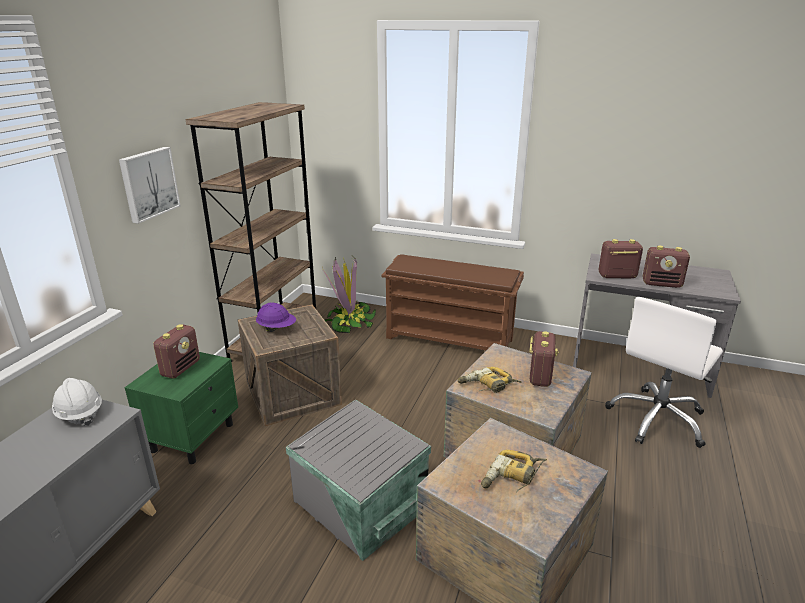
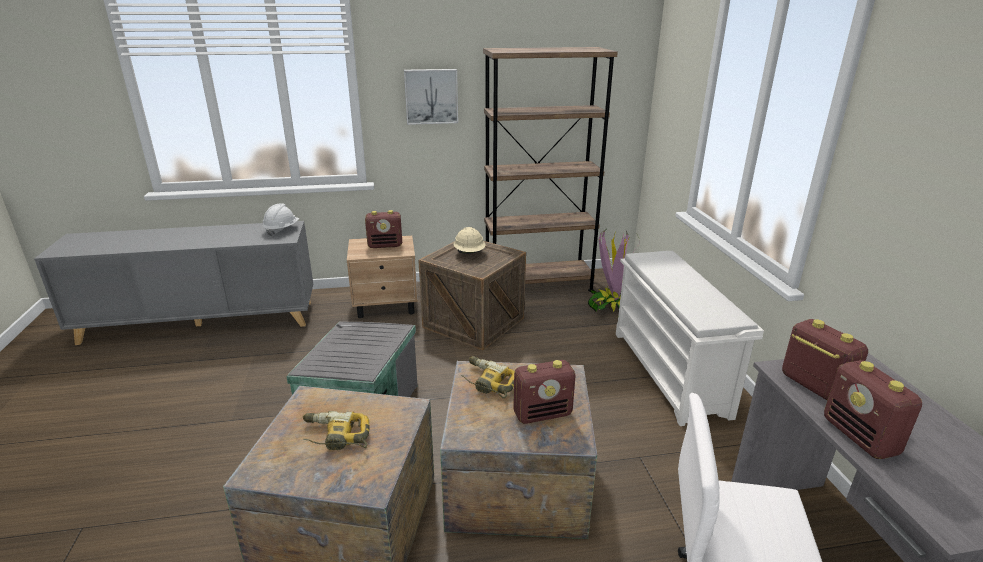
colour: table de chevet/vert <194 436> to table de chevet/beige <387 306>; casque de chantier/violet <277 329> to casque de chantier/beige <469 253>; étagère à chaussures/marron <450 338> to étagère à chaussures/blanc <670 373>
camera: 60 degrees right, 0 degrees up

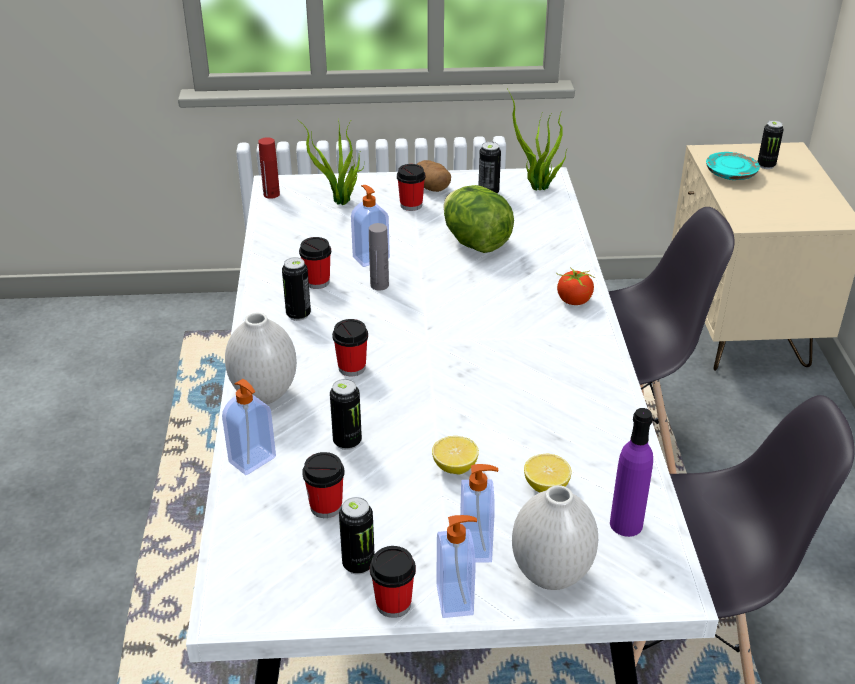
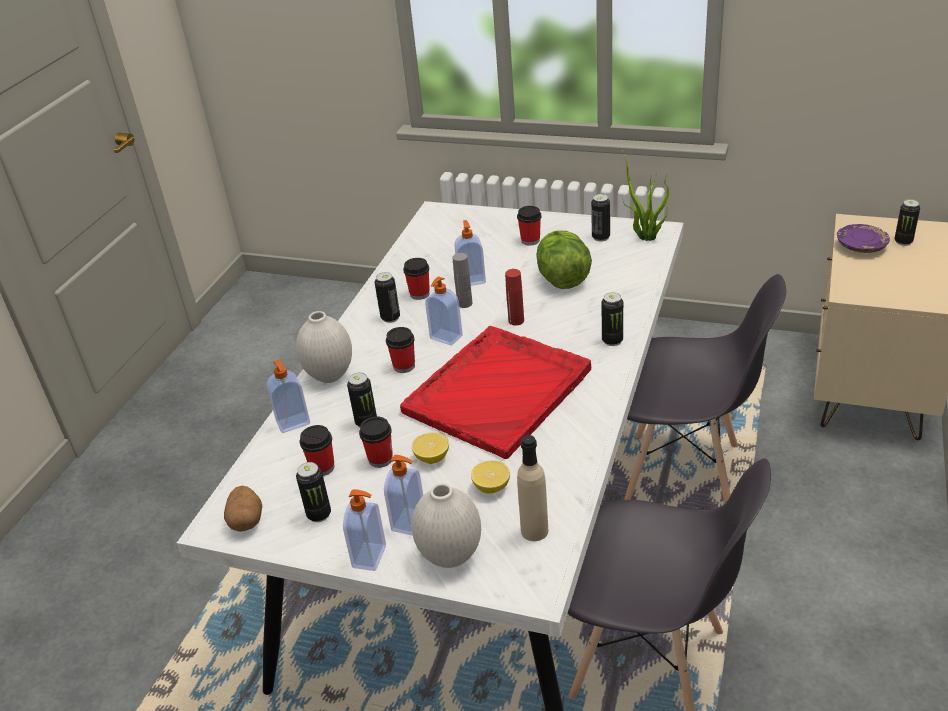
missing: plante en pot <341 202>
appeared: plateau/rouge <499 391>; distributeur de savon <445 338>
relocated: bouteille/rouge <271 194> to <516 321>; tasse <393 604> to <380 459>; pomme de terre <432 188> to <246 520>
exchanged: tomate <573 301> to boîte métallique <612 341>
colour: bouteille/violet <626 524> to bouteille/beige <534 530>; assiette/turquoise <730 174> to assiette/violet <861 246>
camera: 25 degrees right, 0 degrees up

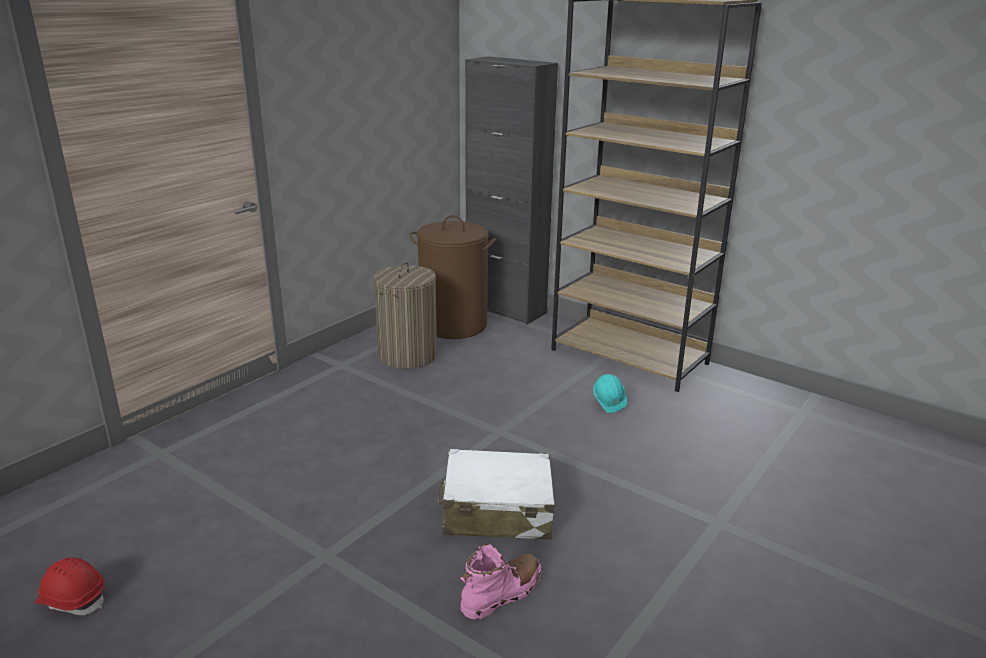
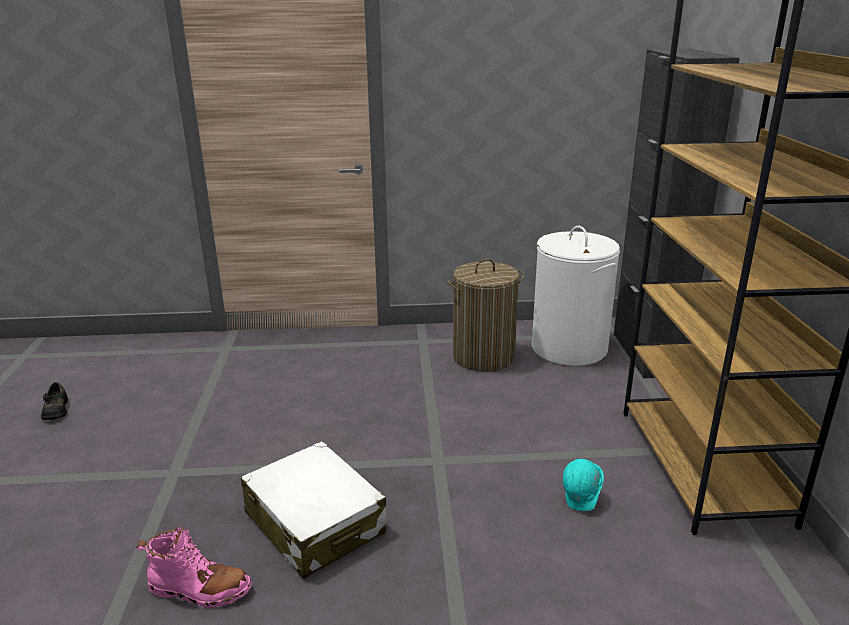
exchanged: casque de chantier/rouge <72 599> to chaussure/noir <55 410>
colour: panier à linge/marron <453 325> to panier à linge/blanc <568 348>
camera: 50 degrees right, 0 degrees up

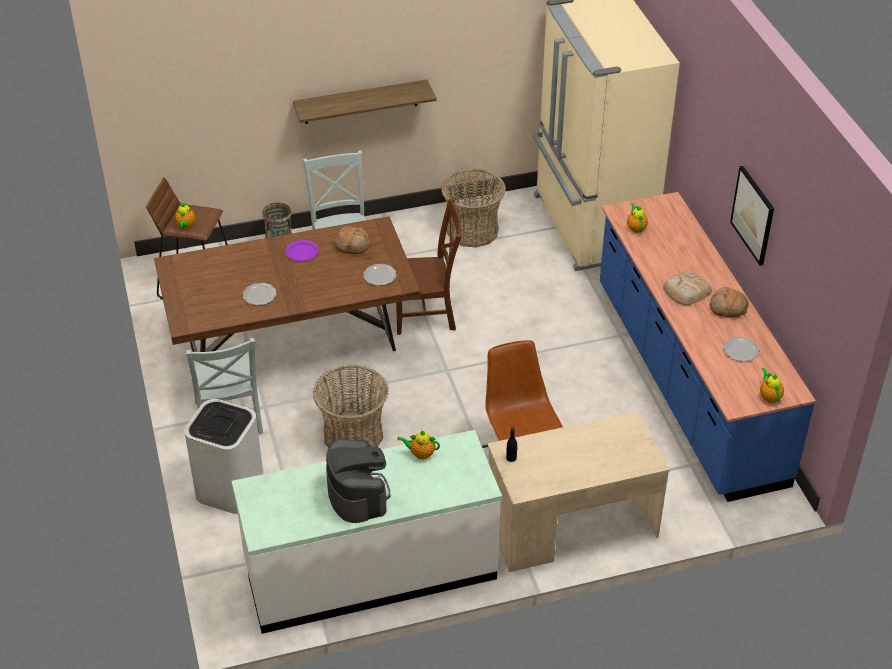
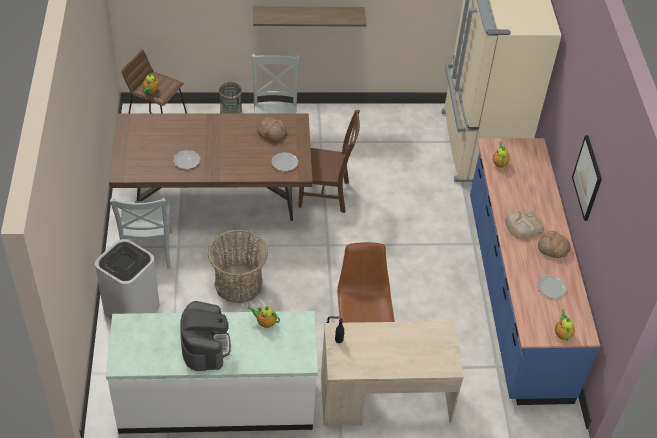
missing: assiette/violet <302 252>; panier <472 230>
camera: 10 degrees right, 5 degrees up

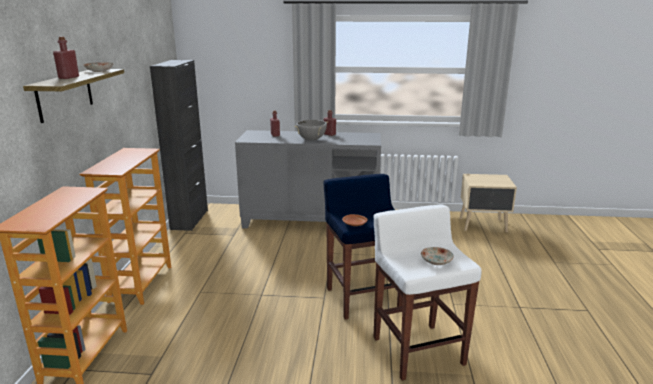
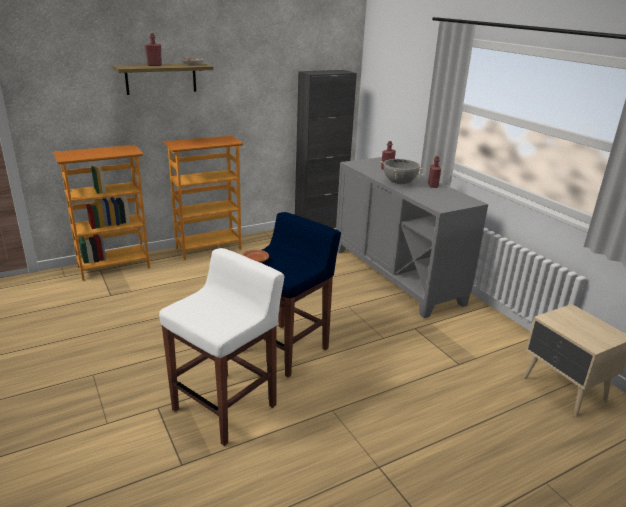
missing: assiette <436 261>
camera: 55 degrees right, 5 degrees up

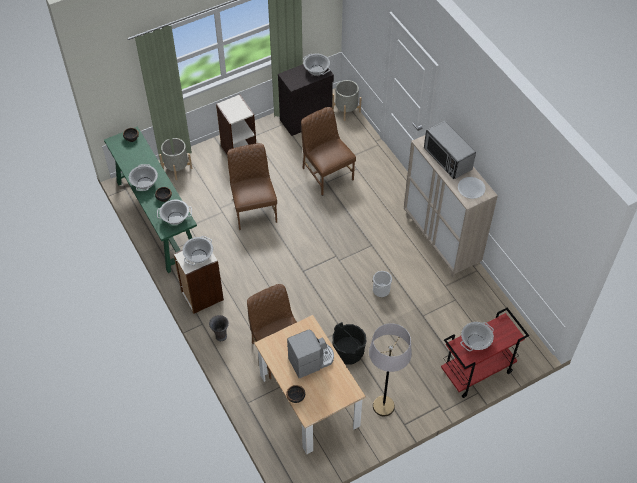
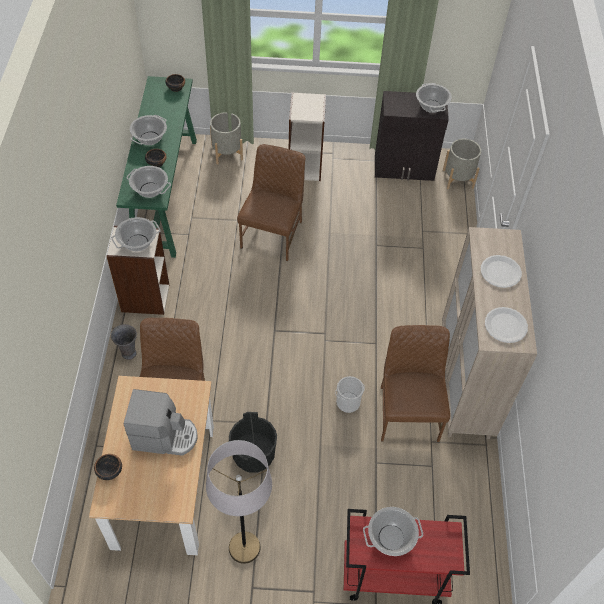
relocated: chaise/marron <326 173> to <408 412>
exchanged: micro-ondes <447 159> to assiette/blanc <500 272>
camera: 30 degrees right, 0 degrees up

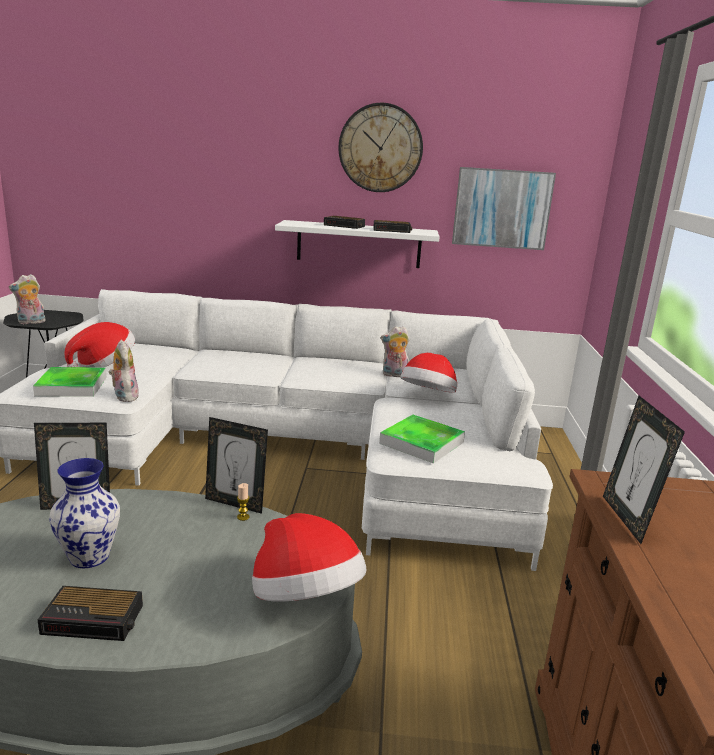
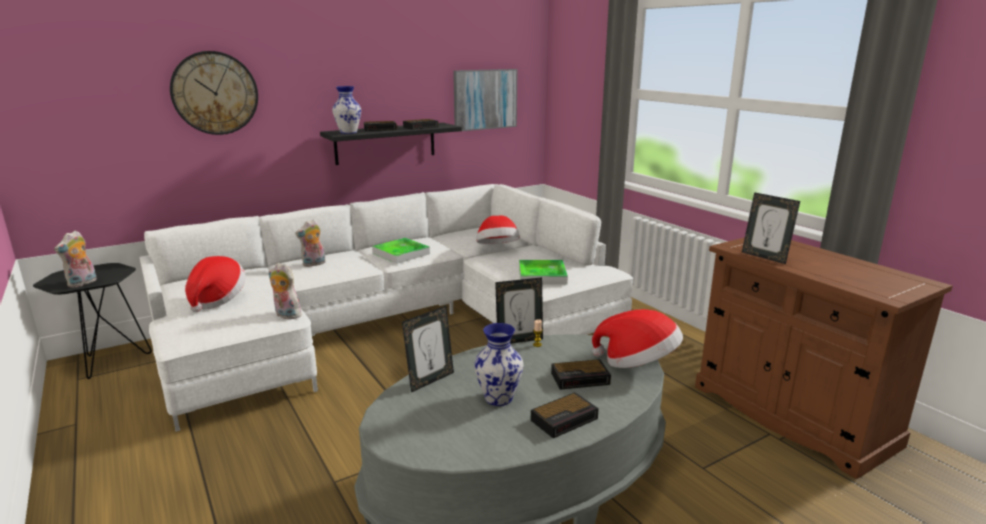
appeared: vase <348 132>; réveil <581 378>
relocated: plateau <72 386> to <401 254>; horloge murale <380 148> to <215 93>; peluche <394 375> to <314 264>
colour: étagère/blanc <359 244> to étagère/noir <385 143>
camera: 35 degrees left, 0 degrees up

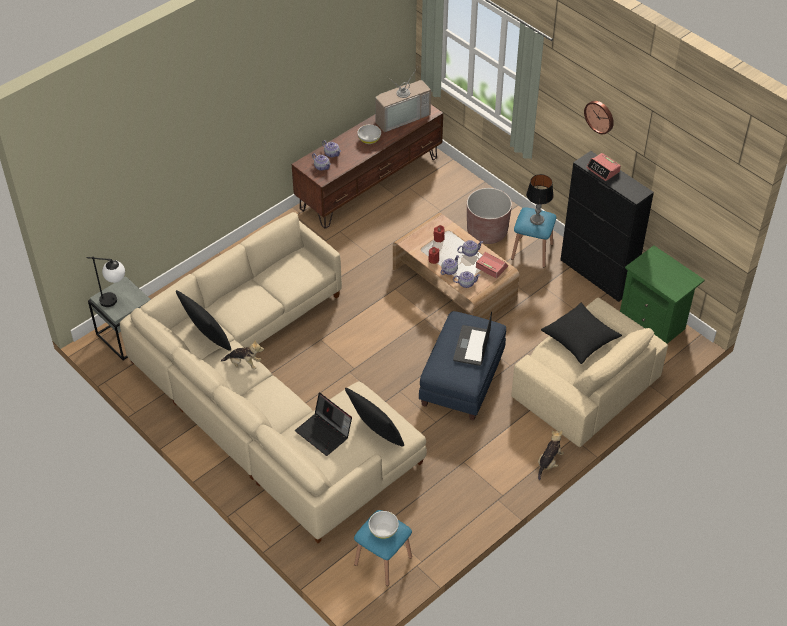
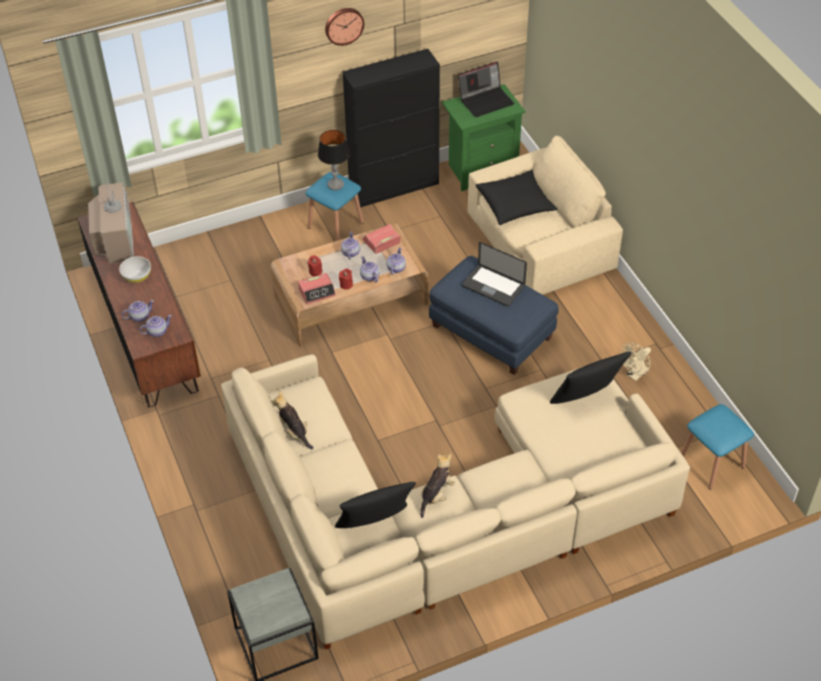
missing: lampe de table <115 301>; bol/blanc <383 530>; cache-pot/marron <487 232>
appeared: ventilateur/beige <635 375>
relocated: ordinateur portable <324 433> to <486 100>; peluche <549 462> to <294 431>; réveil <603 170> to <317 292>
camera: 70 degrees left, 0 degrees up

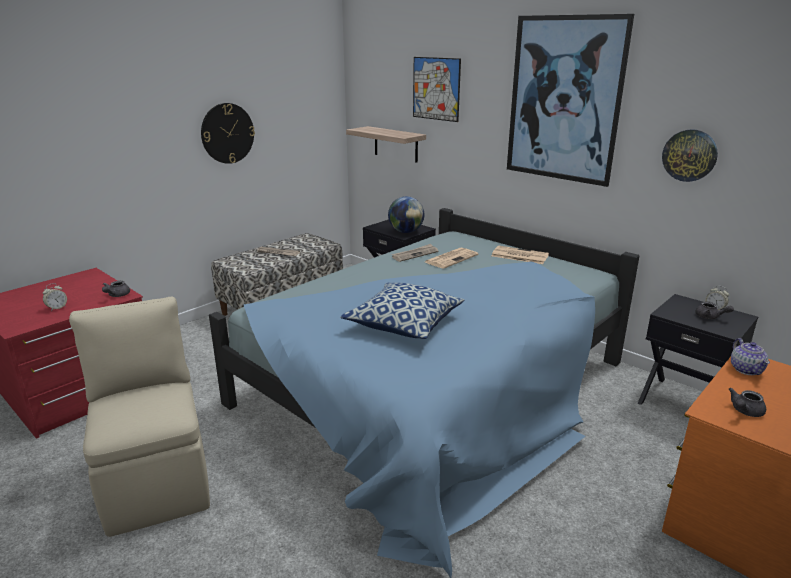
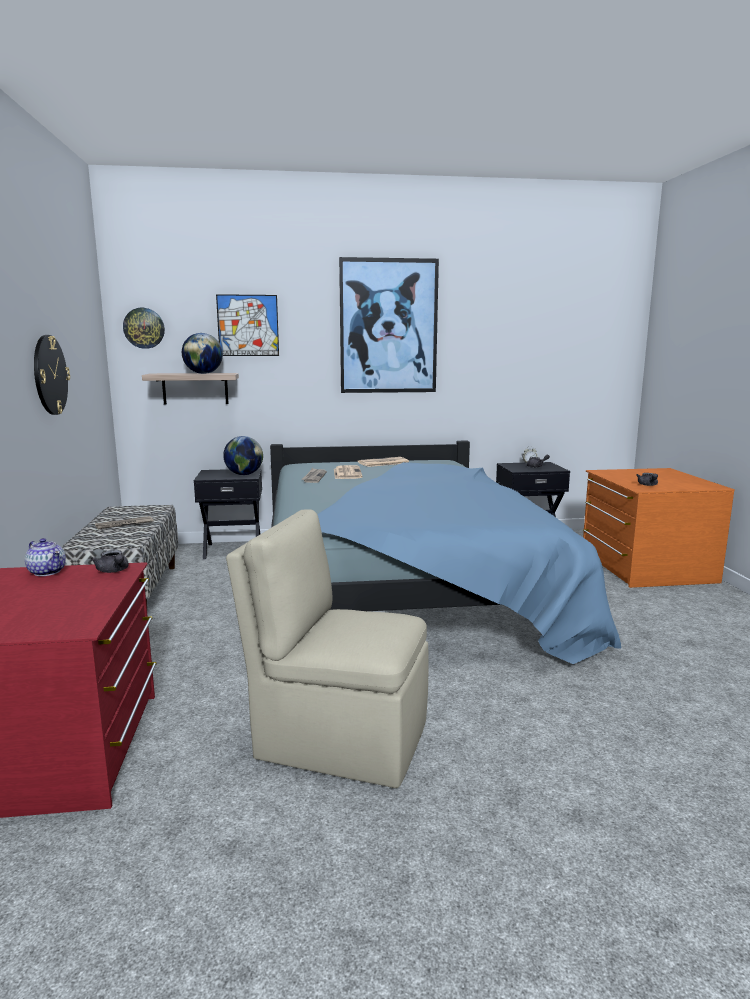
missing: réveil <57 308>; coussin <404 323>
appeared: globe <203 373>
relocated: horloge murale <689 155> to <144 328>; théière <746 369> to <47 572>
camera: 50 degrees left, 10 degrees down

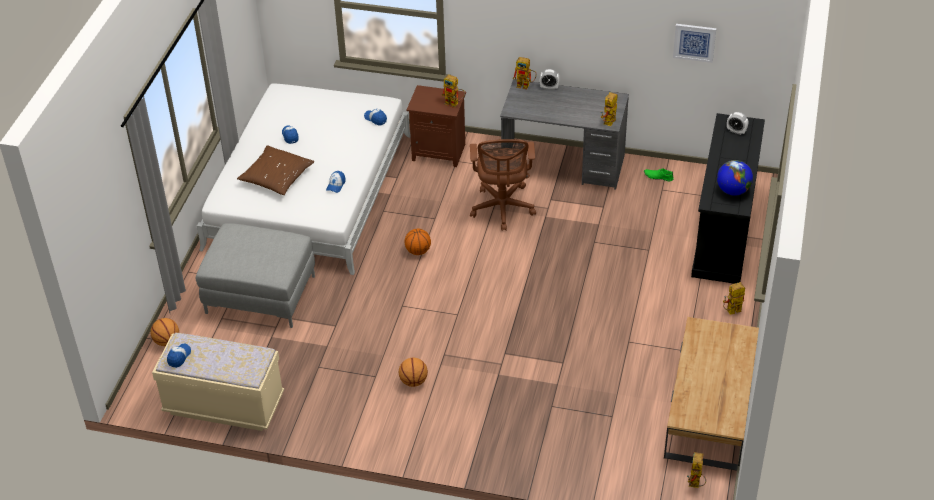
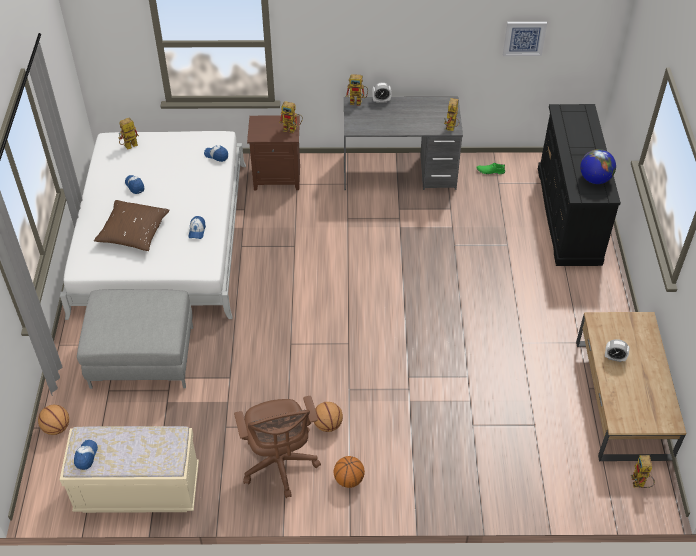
relocated: ballon de basket <418 251> to <349 479>; chaise de bureau/marron <502 209> to <280 465>; robot jouet <731 312> to <129 147>; réveil <736 131> to <614 358>
camera: 15 degrees left, 5 degrees up

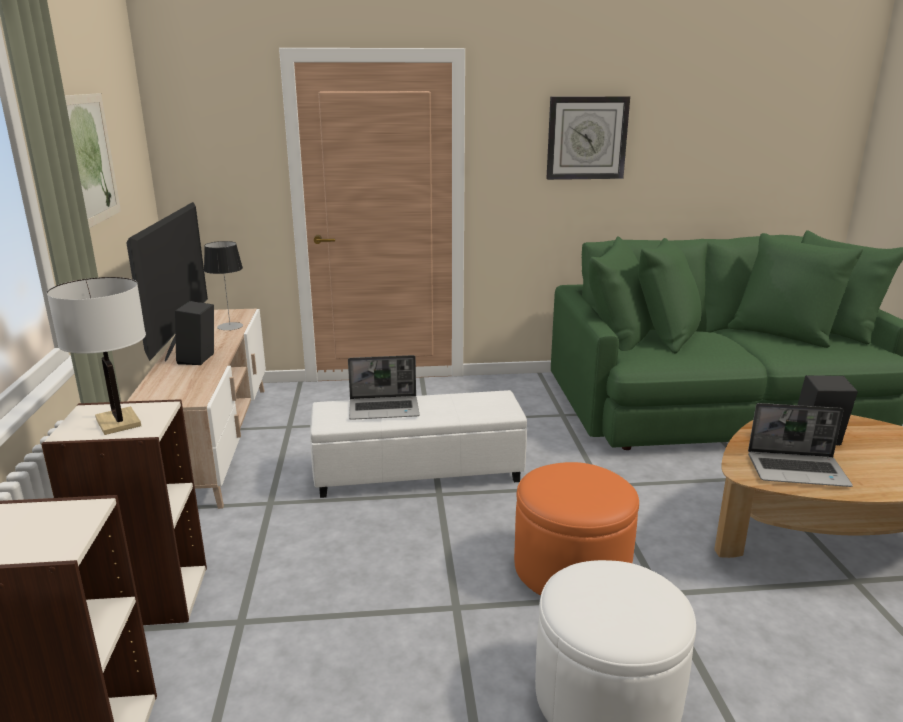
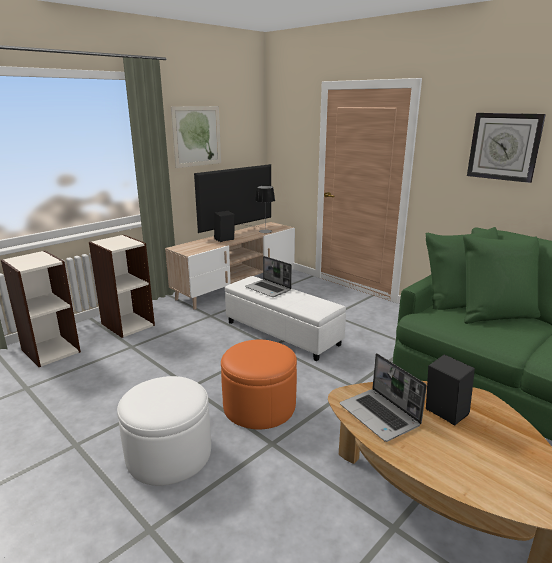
missing: lampe de table/blanc <118 422>
camera: 50 degrees right, 0 degrees up

